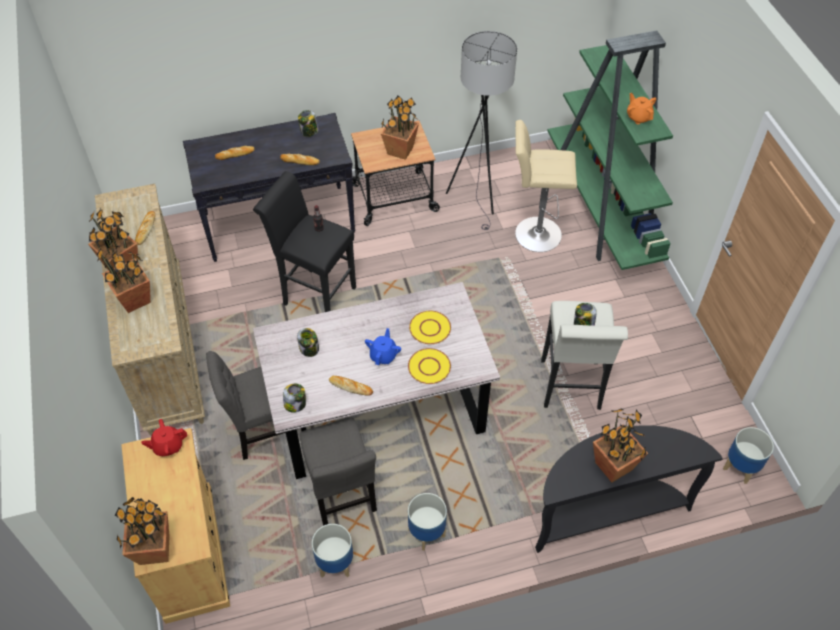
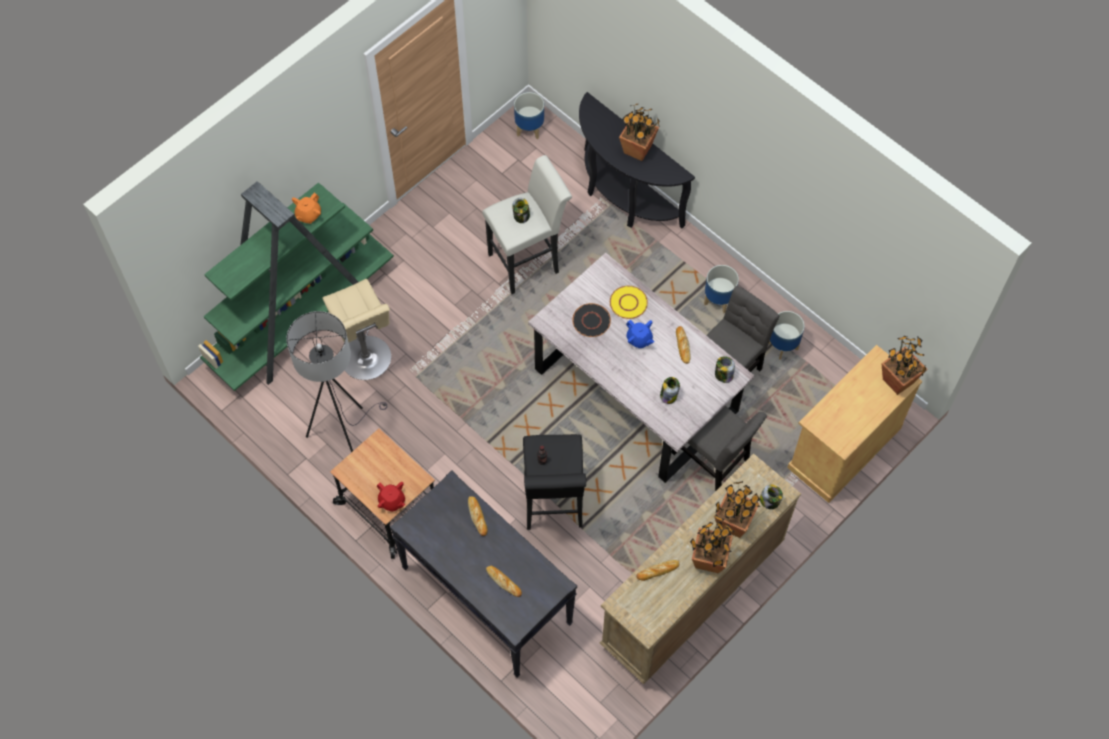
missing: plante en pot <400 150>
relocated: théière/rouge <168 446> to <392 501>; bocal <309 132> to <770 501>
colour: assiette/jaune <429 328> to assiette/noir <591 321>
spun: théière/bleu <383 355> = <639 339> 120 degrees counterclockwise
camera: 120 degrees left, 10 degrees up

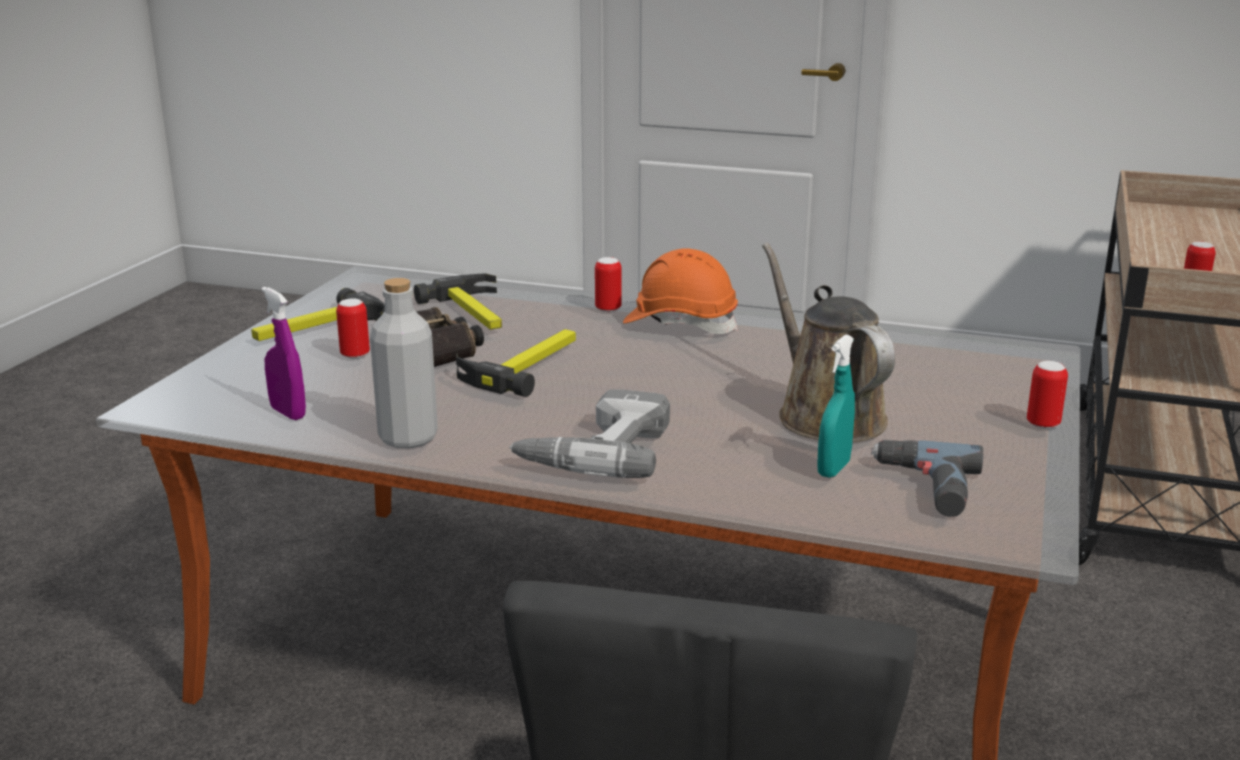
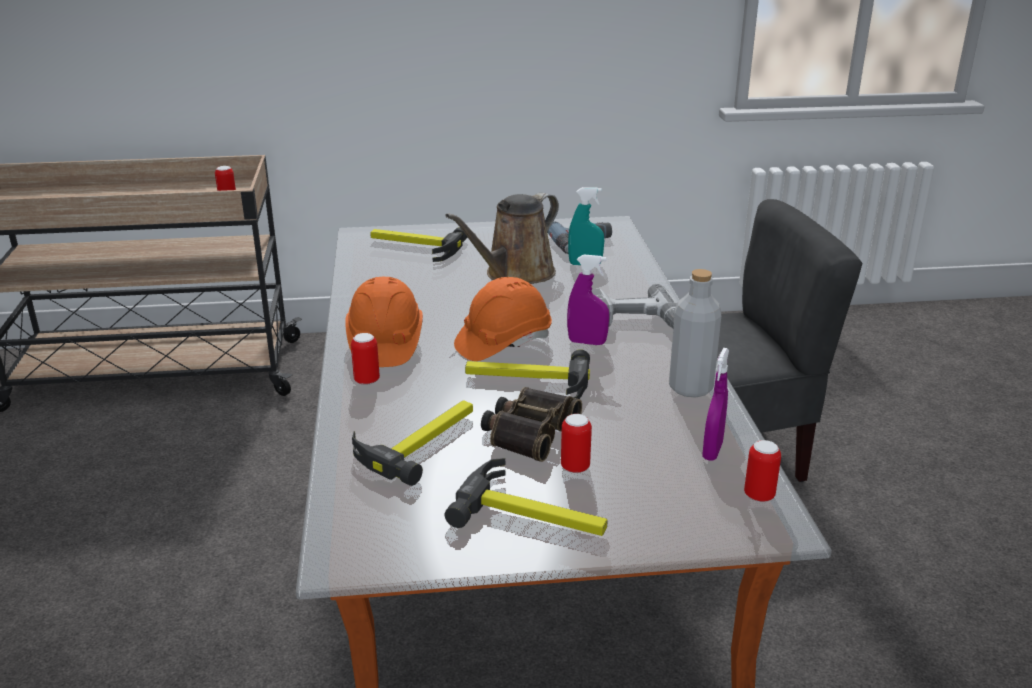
appeared: marteau <414 247>; casque de chantier/orange <503 342>; vaporisateur/violet <587 342>
relocated: boîte métallique <1043 424> to <759 496>
camera: 115 degrees left, 5 degrees up

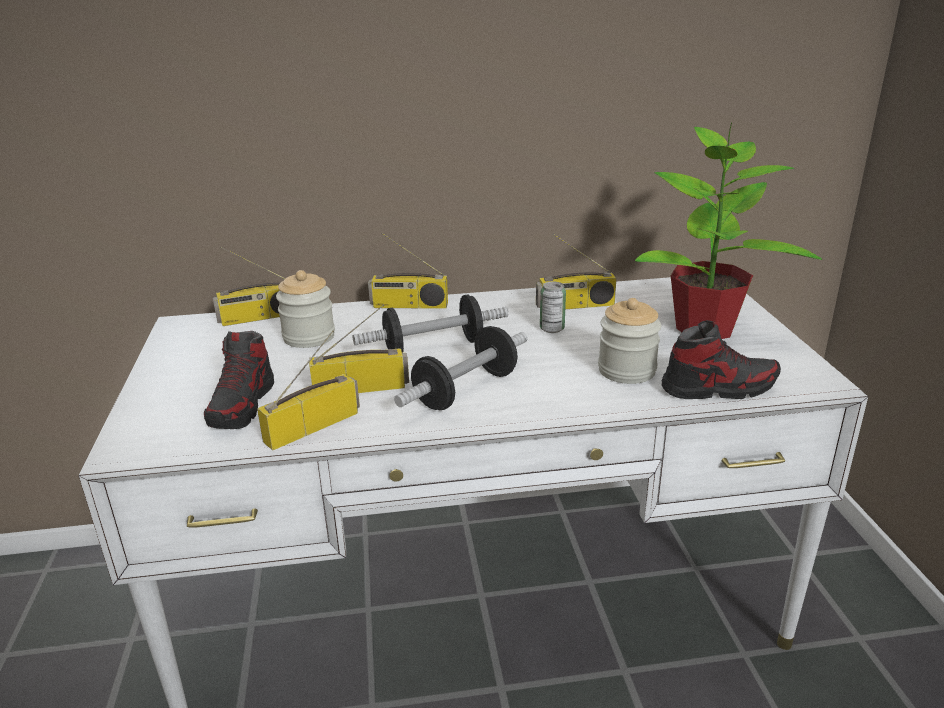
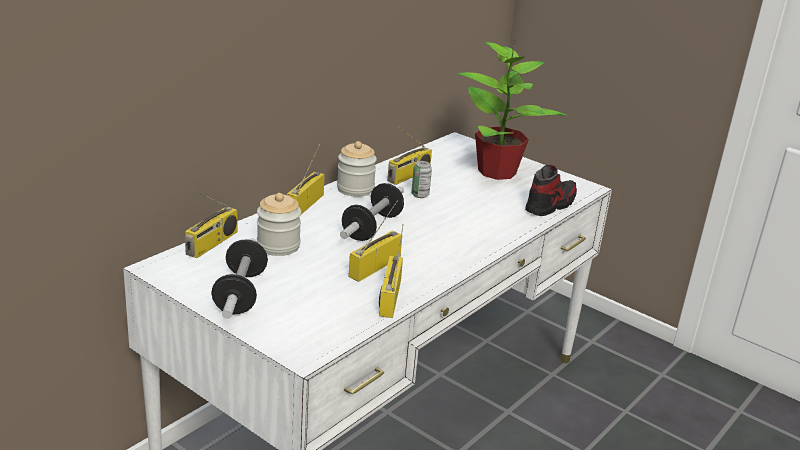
missing: chaussure <242 405>
relocated: haltère <466 390> to <240 294>; bocal <626 370> to <355 189>
spun: radio <408 305> = <305 204> 150 degrees clockwise
camera: 45 degrees left, 0 degrees up

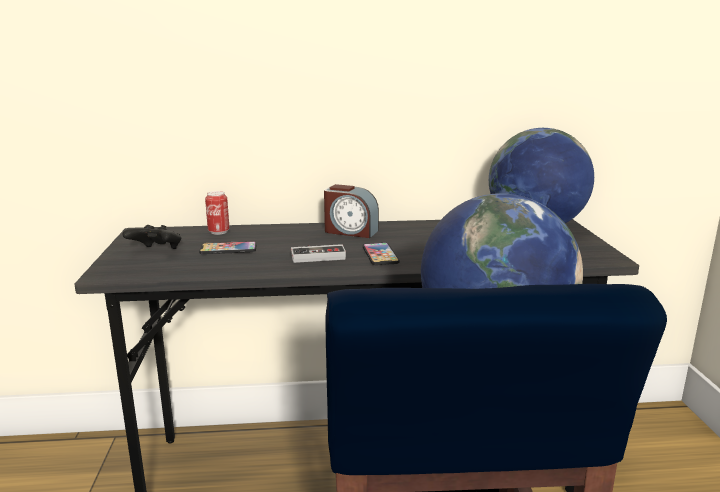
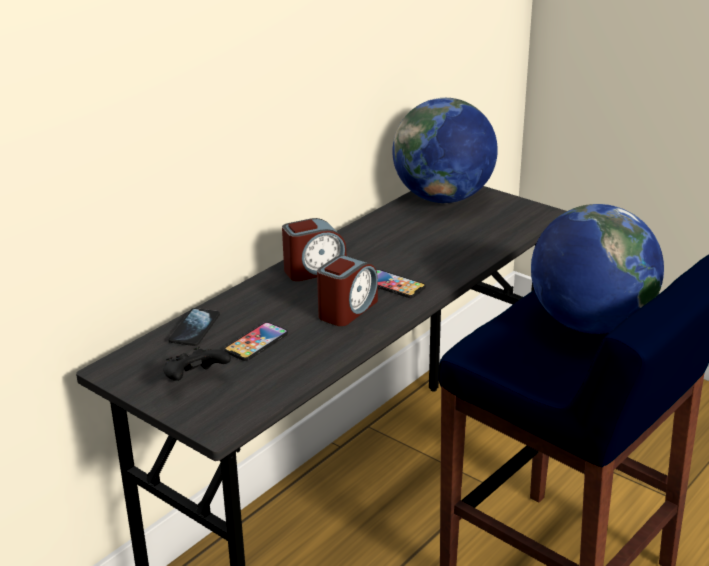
exchanged: boîte métallique <218 232> to téléphone <194 328>; manette <317 255> to réveil <347 310>
camera: 45 degrees left, 10 degrees up

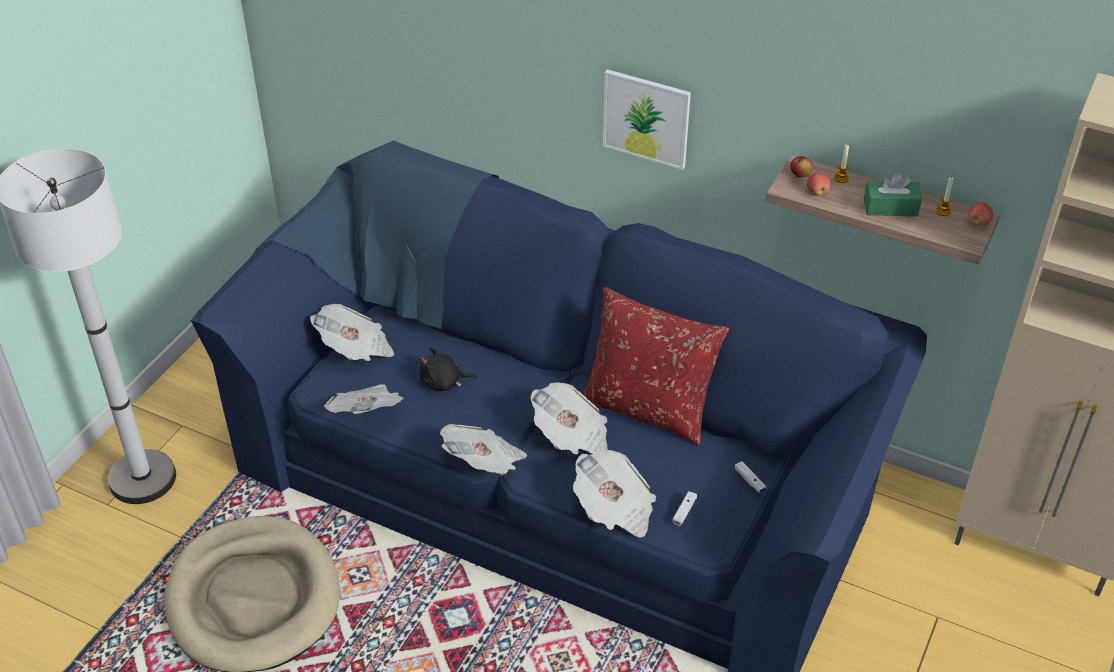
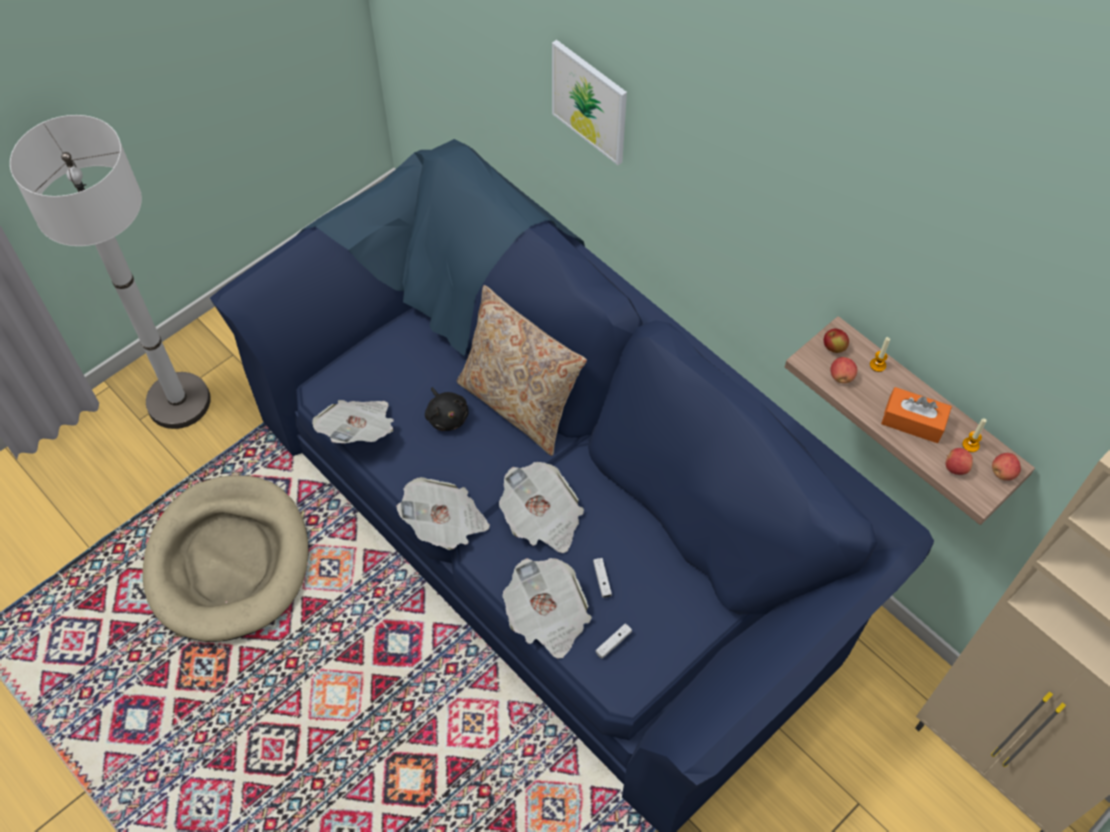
missing: journal <356 349>; coussin/rouge <649 408>
appeared: coussin/beige <519 404>; pomme <955 467>
relocated: tableau <646 118> to <590 102>; manette/blanc <749 480> to <602 580>
colour: boîte à mouchoirs/vert <890 207> to boîte à mouchoirs/orange <913 421>
spun: peluche/noir <444 382> = <447 416> 135 degrees counterclockwise
camera: 20 degrees right, 15 degrees up

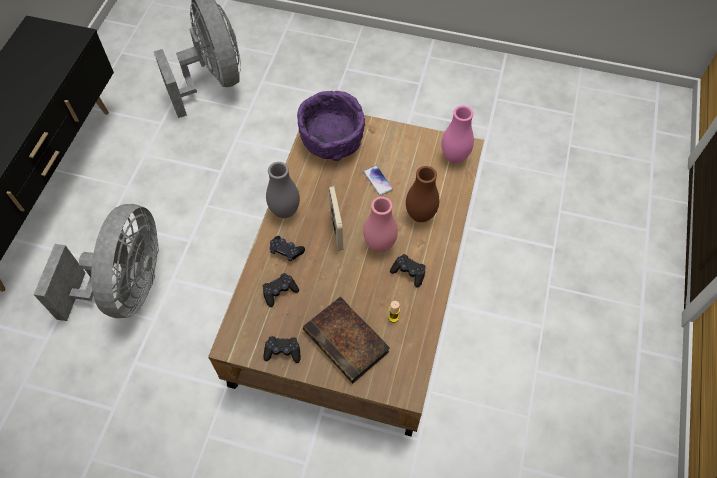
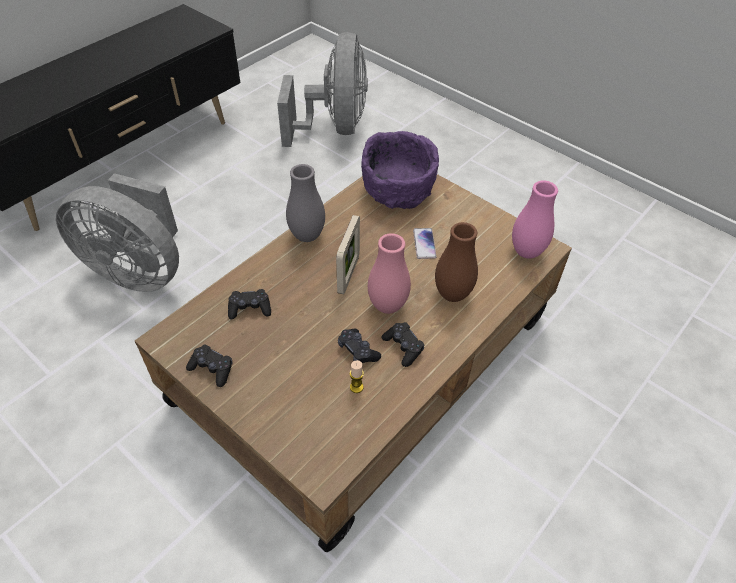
missing: livre <348 342>
relocated: manette/noir <286 251> to <358 351>
spun: ventilateur/gris <127 288> = <139 271> 75 degrees clockwise
camera: 25 degrees right, 10 degrees down

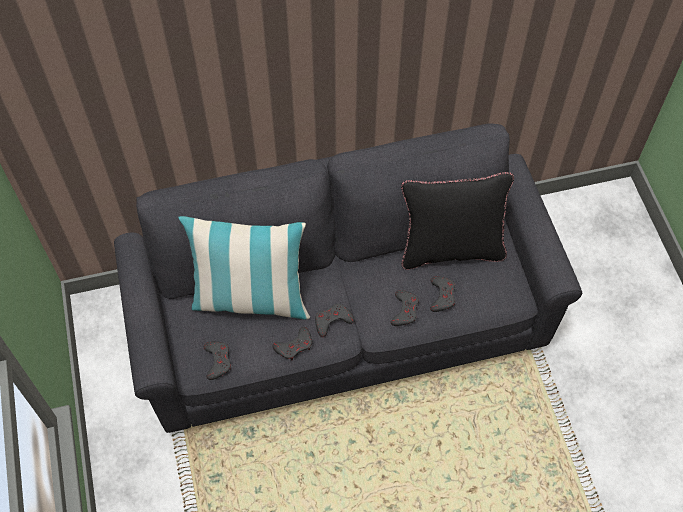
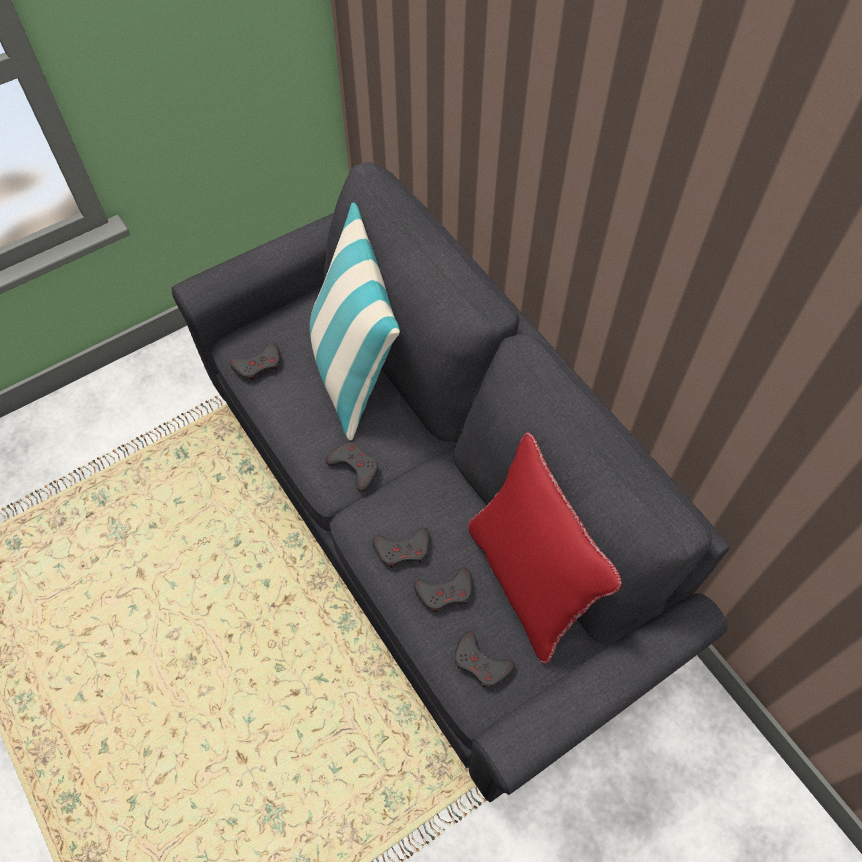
relocated: manette/gris <294 346> to <481 663>
colour: coussin/noir <450 249> to coussin/rouge <528 581>
camera: 70 degrees right, 0 degrees up

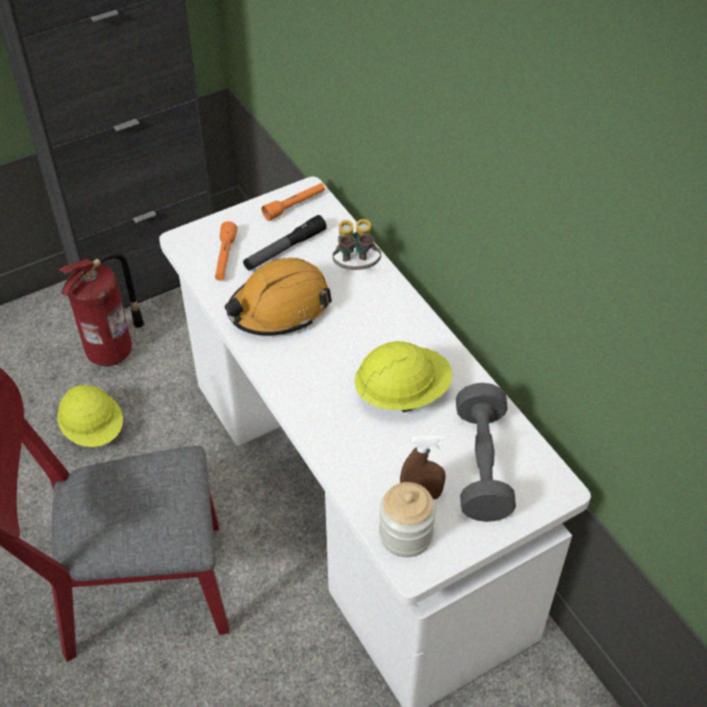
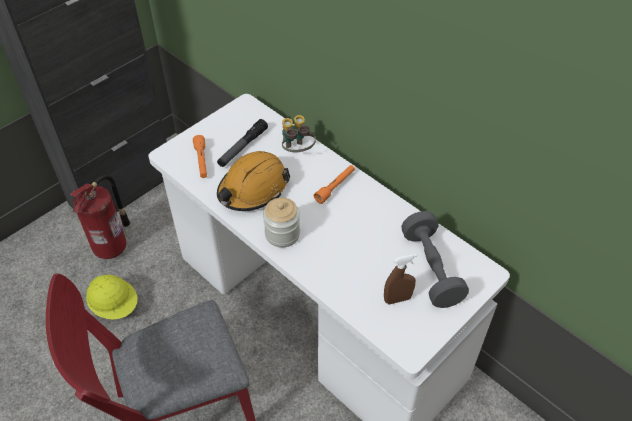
missing: casque de chantier/jaune <402 393>
relocated: lampe de poche/orange <294 206> to <335 187>; bocal <406 534> to <282 234>
camera: 15 degrees left, 0 degrees up

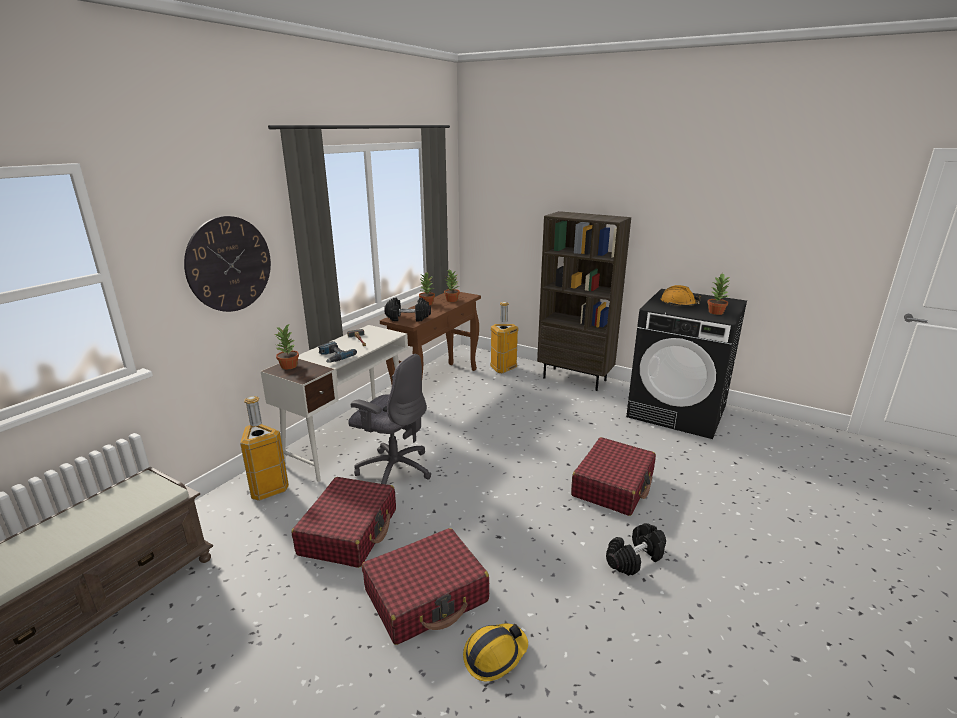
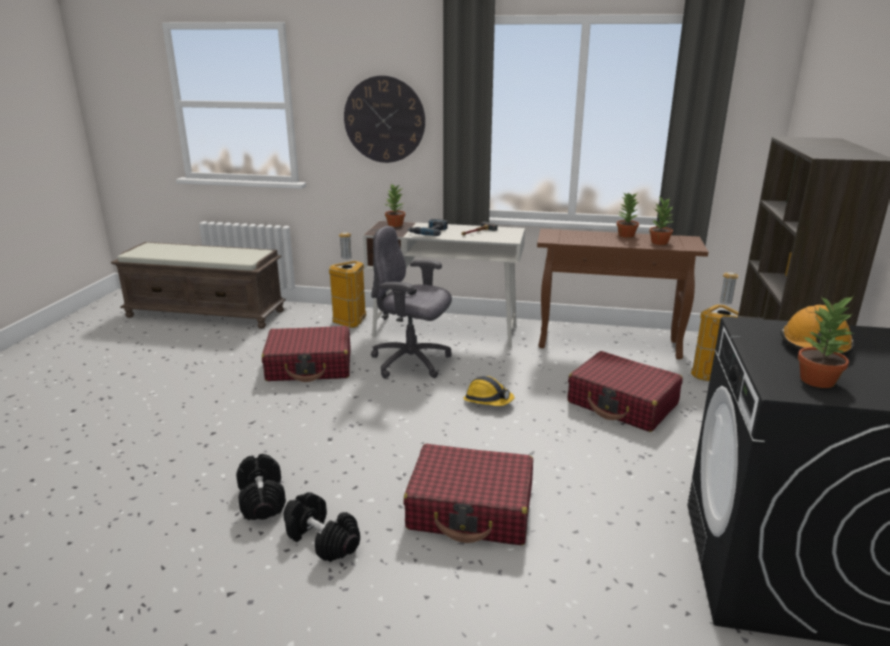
relocated: valise/rouge <426 596> to <622 404>; haltère/noir <408 318> to <262 500>; casque de chantier <494 655> to <488 400>
spun: chaise de bureau/gris <394 469> = <412 362> 105 degrees clockwise
camera: 70 degrees right, 0 degrees up

